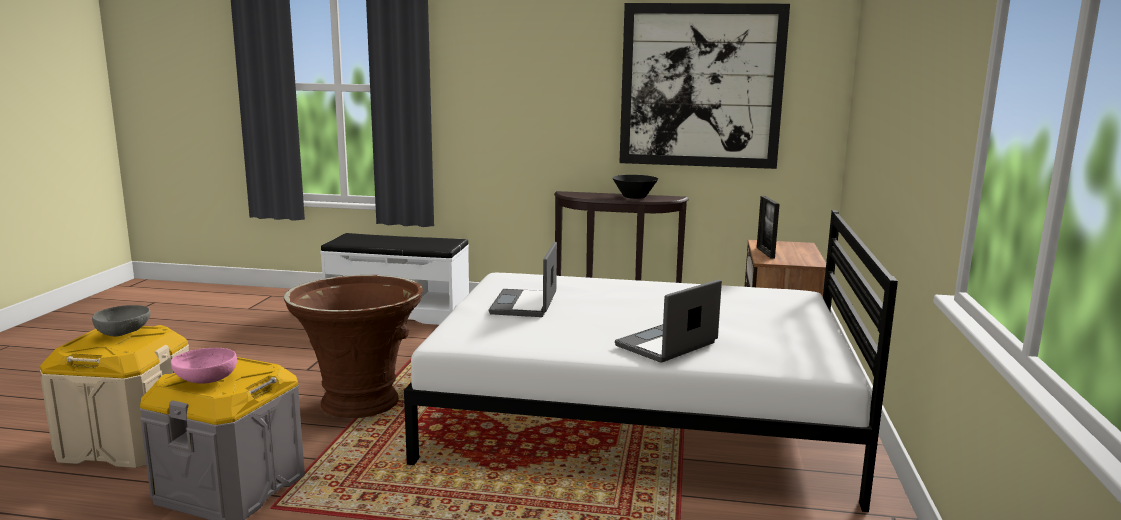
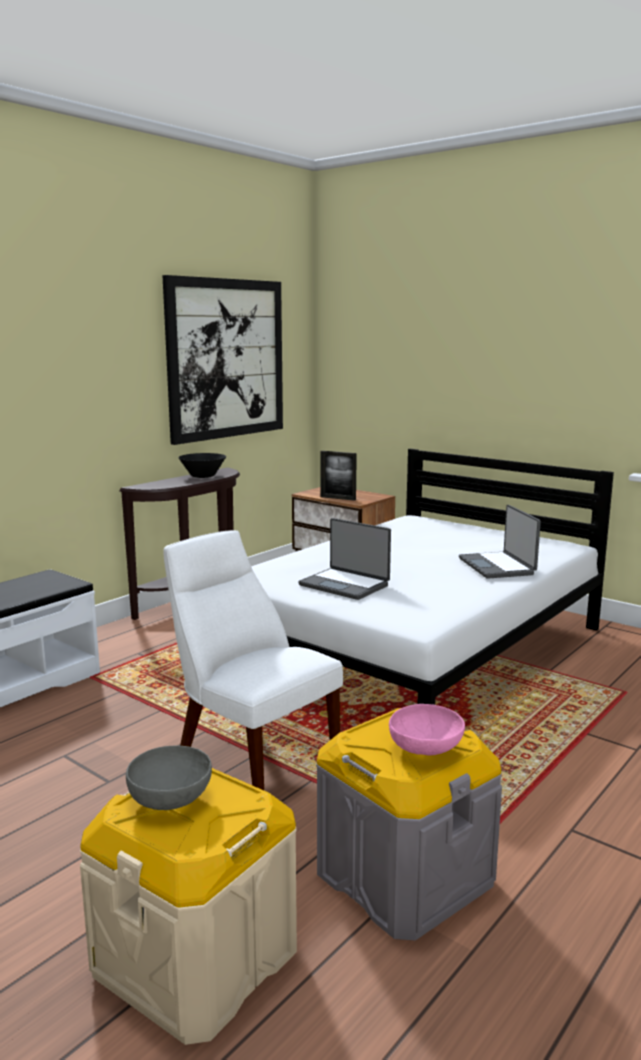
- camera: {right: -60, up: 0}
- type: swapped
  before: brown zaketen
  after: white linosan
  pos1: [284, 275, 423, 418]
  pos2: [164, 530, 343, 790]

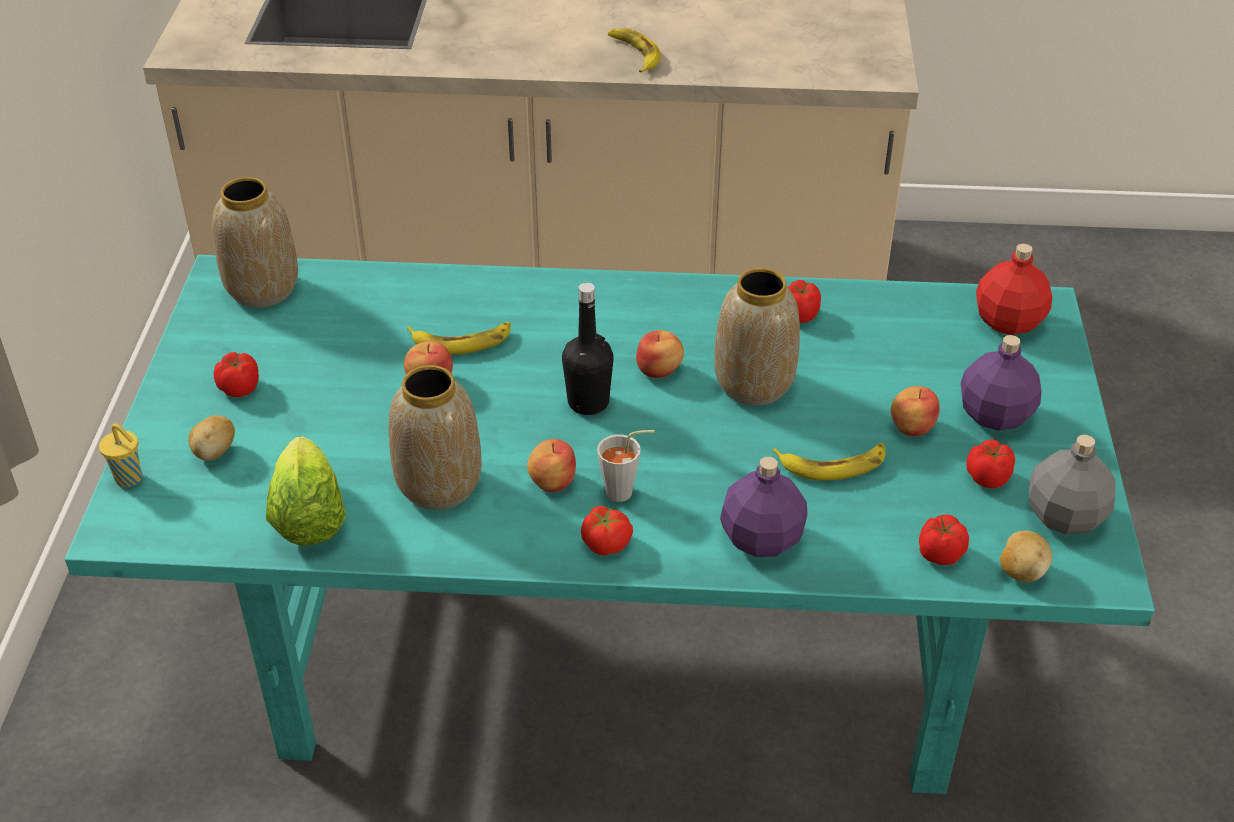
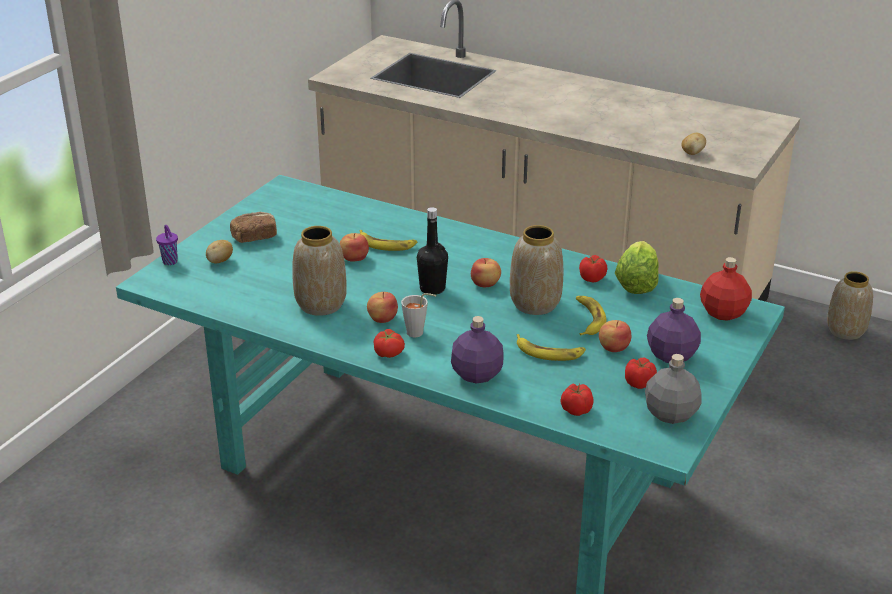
- camera: {right: 25, up: -10}
- type: shifted
  before: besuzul
  pos1: [212, 177, 298, 308]
  pos2: [827, 271, 873, 340]
- type: shifted
  before: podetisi
  pos1: [266, 436, 345, 546]
  pos2: [615, 241, 659, 294]
- type: shifted
  before: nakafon
  pos1: [608, 28, 661, 73]
  pos2: [576, 296, 607, 336]
- type: shifted
  before: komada
  pos1: [1000, 531, 1052, 582]
  pos2: [681, 133, 706, 155]
- type: swapped
  before: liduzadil
  after: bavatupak
  pos1: [214, 352, 259, 397]
  pos2: [230, 212, 277, 243]
- type: repainted
  before: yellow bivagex
  after: purple bivagex
  pos1: [99, 423, 142, 487]
  pos2: [156, 225, 178, 265]

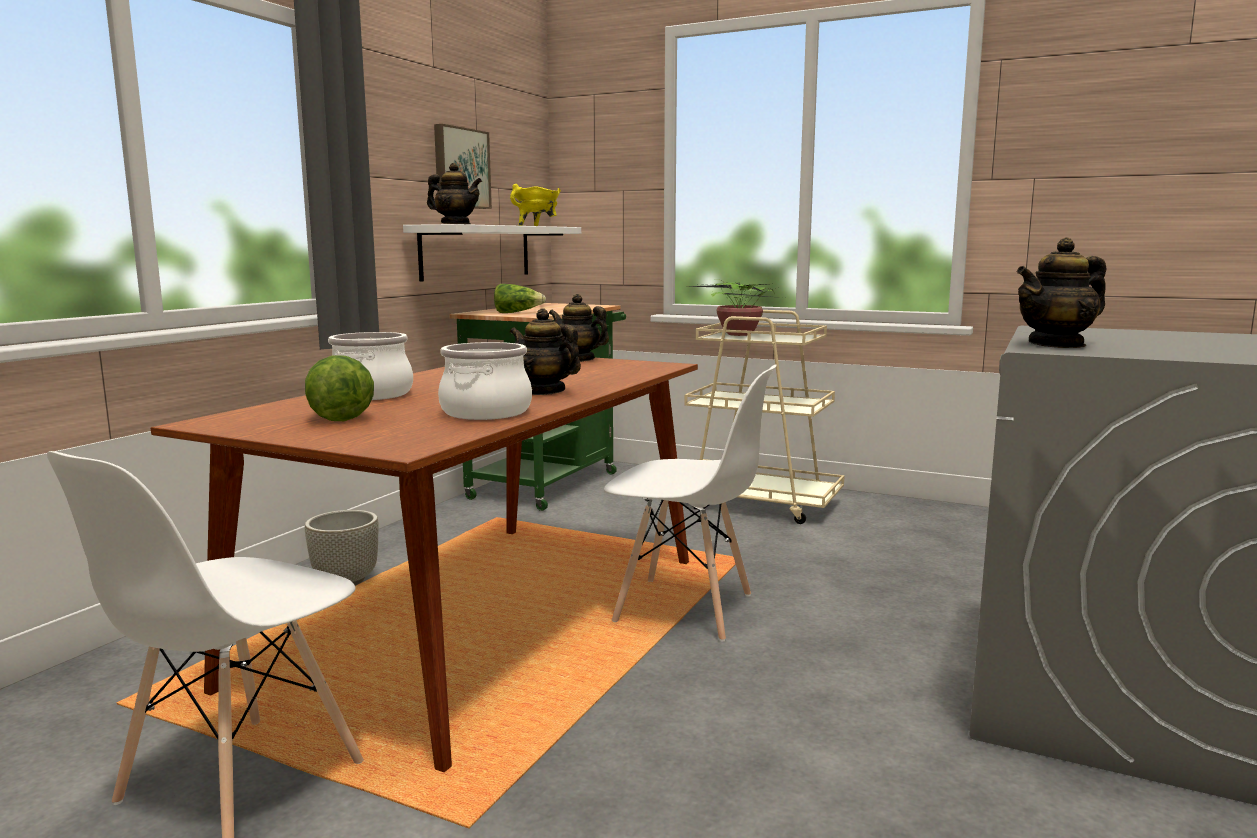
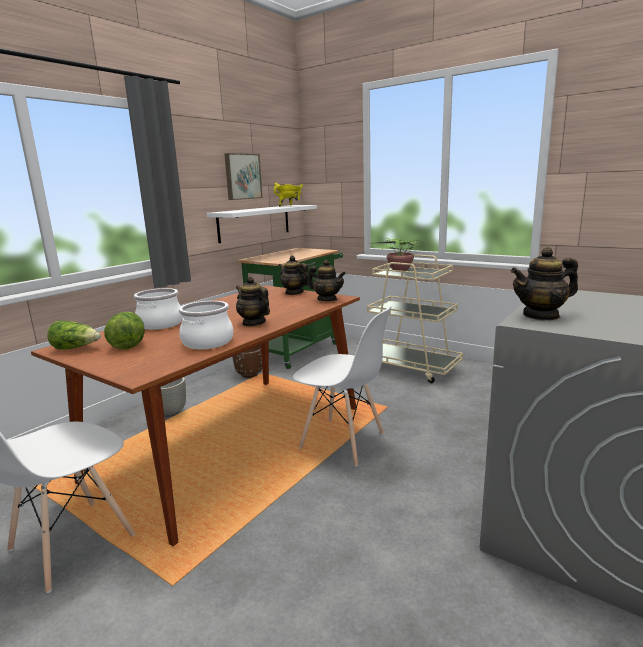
- camera: {right: 10, up: 5}
- type: new
  after: brown zaketen
  pos2: [232, 345, 262, 378]
- type: shifted
  before: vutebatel
  pos1: [427, 163, 482, 224]
  pos2: [308, 260, 346, 301]
- type: shifted
  before: podetisi
  pos1: [494, 284, 546, 313]
  pos2: [47, 320, 101, 350]

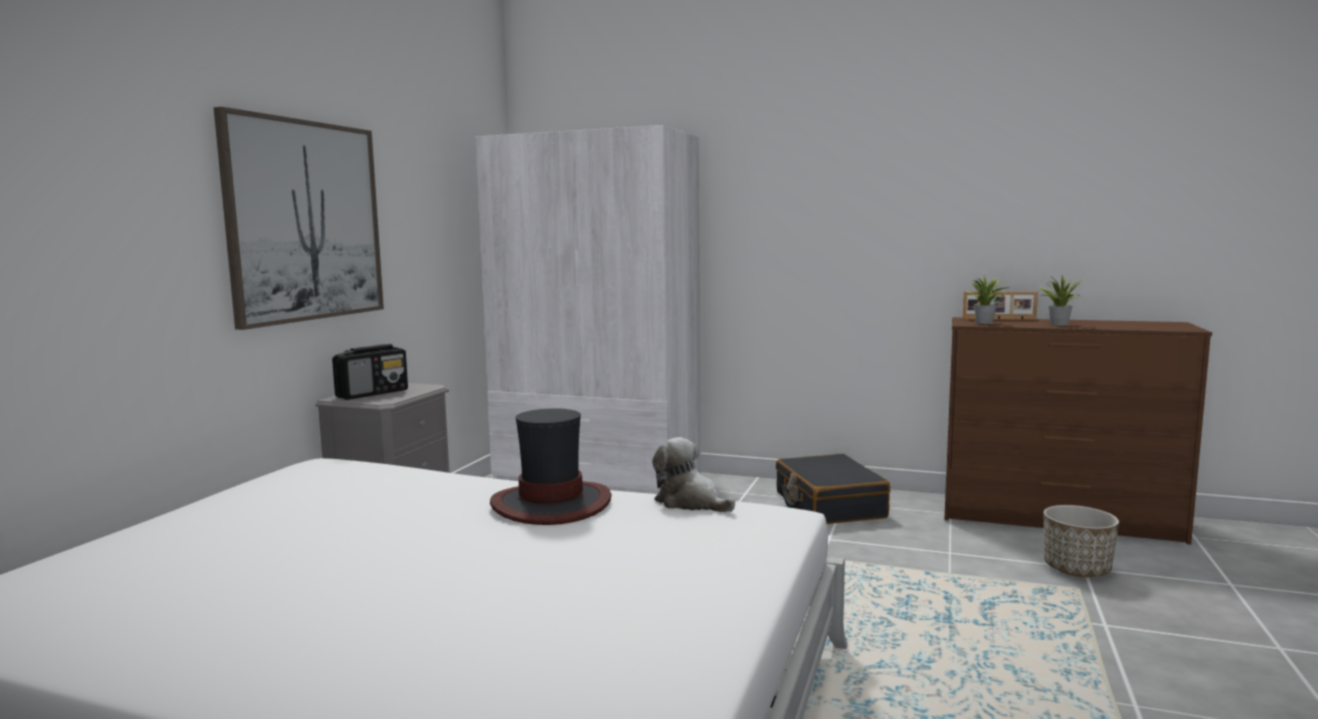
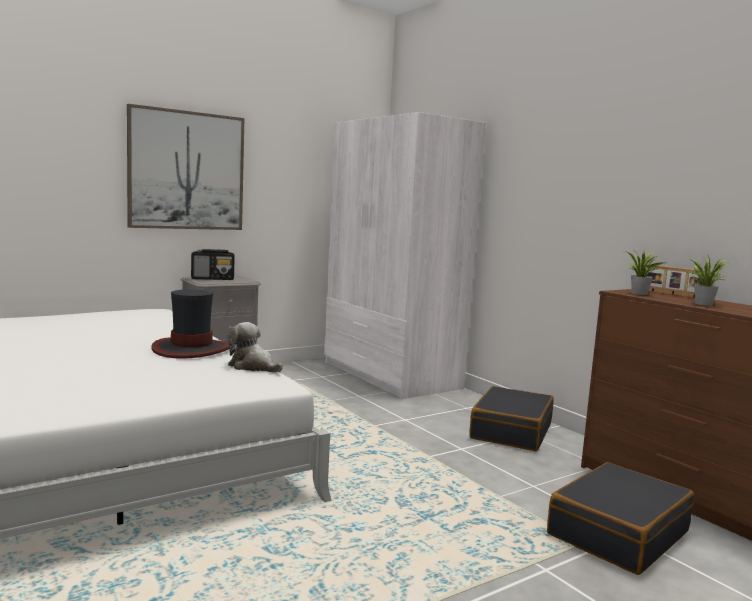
- camera: {right: 35, up: 0}
- type: swapped
  before: zaketen
  after: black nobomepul
  pos1: [1044, 505, 1119, 577]
  pos2: [547, 462, 694, 575]
- type: rotated
  before: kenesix
  pos1: [652, 437, 735, 512]
  pos2: [227, 322, 283, 373]
  turn: -45

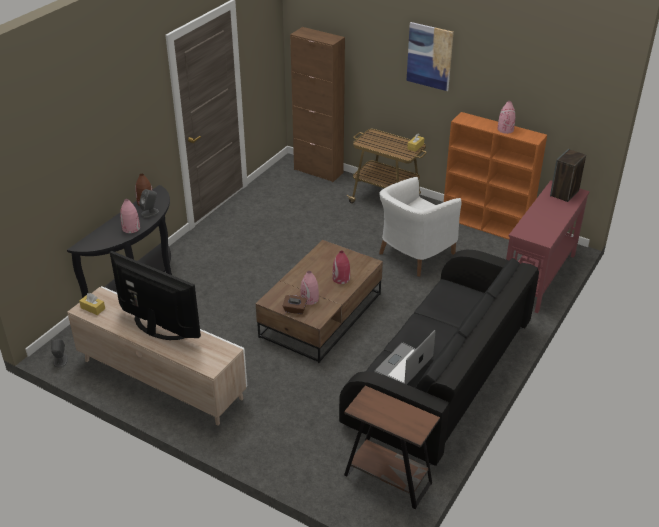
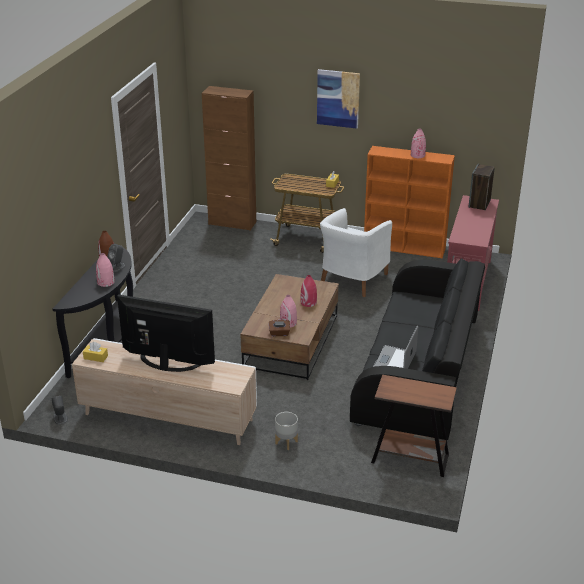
- camera: {right: -15, up: -5}
- type: new
  after: grey zaketen
  pos2: [275, 412, 298, 450]

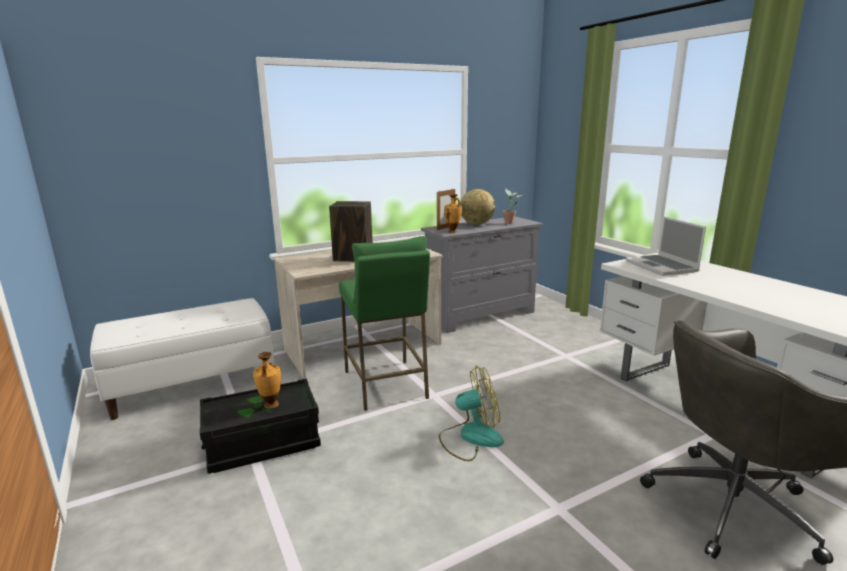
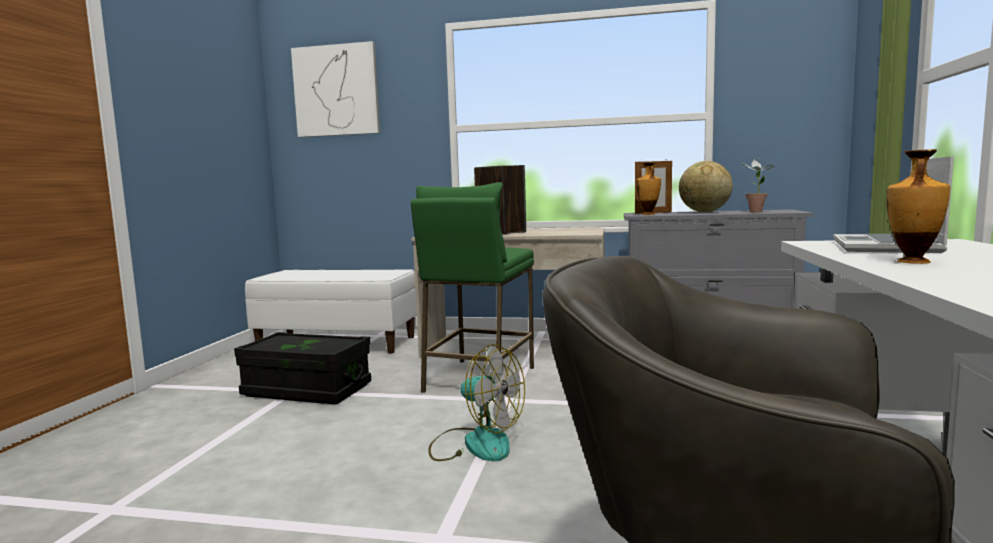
- camera: {right: 40, up: -10}
- type: new
  after: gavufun
  pos2: [291, 41, 380, 137]
- type: shifted
  before: besuzul
  pos1: [253, 352, 281, 408]
  pos2: [887, 149, 950, 264]

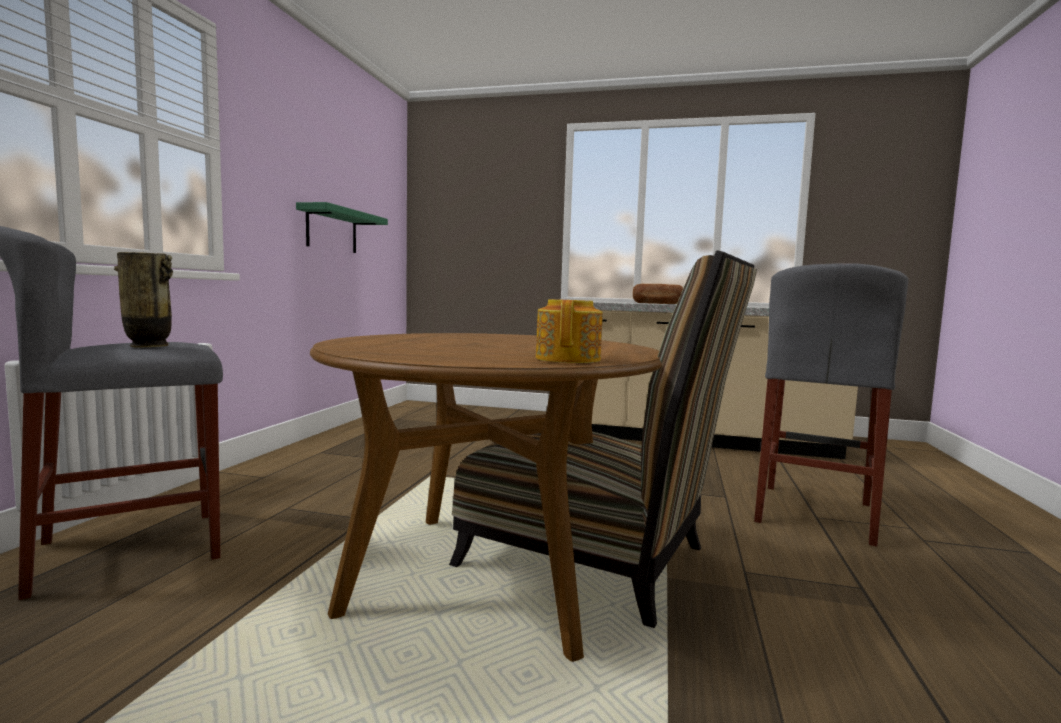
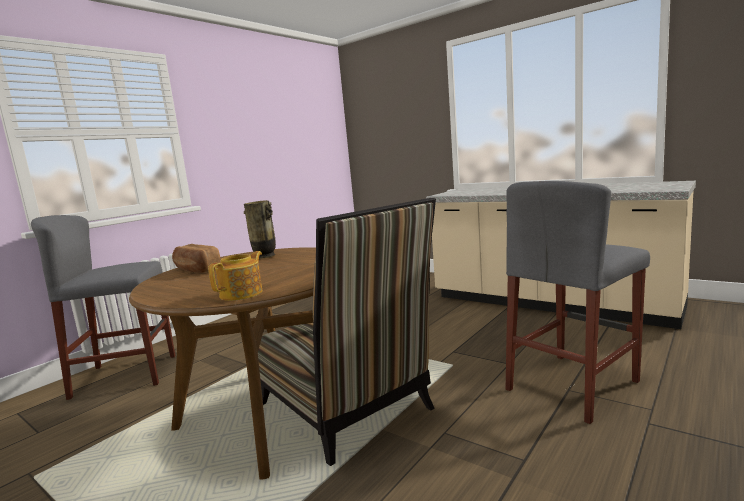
- camera: {right: 25, up: 5}
- type: gone
  before: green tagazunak
  pos1: [296, 202, 388, 253]
- type: shifted
  before: besuzul
  pos1: [114, 252, 173, 348]
  pos2: [244, 200, 276, 259]
- type: shifted
  before: bavatupak
  pos1: [633, 284, 683, 304]
  pos2: [172, 244, 221, 273]

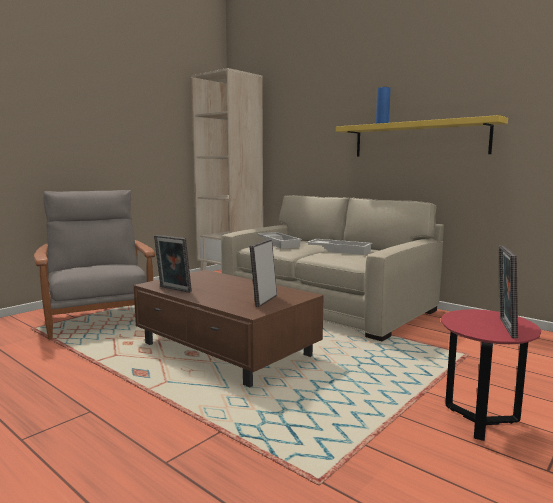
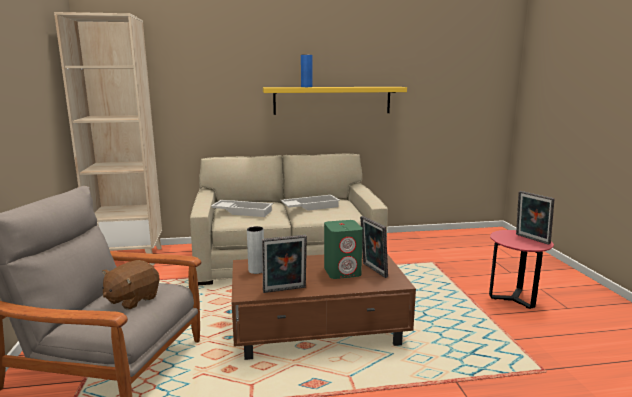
- camera: {right: -50, up: 5}
- type: new
  after: brown kenesix
  pos2: [102, 260, 159, 310]
- type: new
  after: grey besuzul
  pos2: [247, 226, 264, 274]
- type: new
  after: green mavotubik
  pos2: [324, 220, 363, 279]

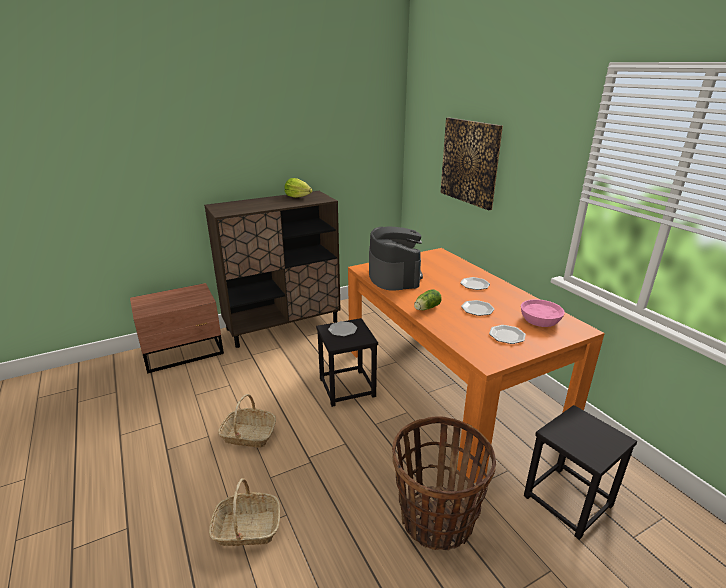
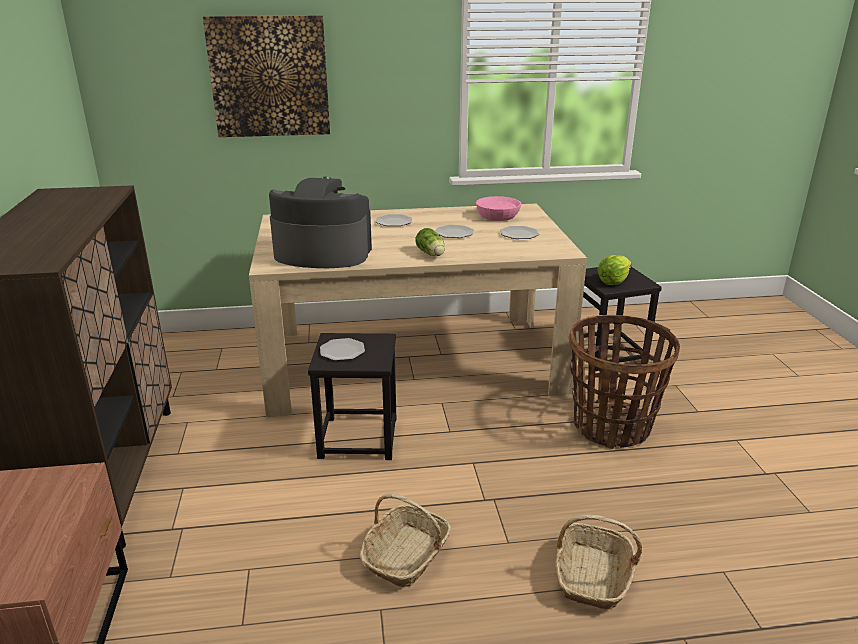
- camera: {right: -70, up: 0}
- type: shifted
  before: podetisi
  pos1: [285, 178, 312, 198]
  pos2: [597, 255, 631, 285]
- type: repainted
  before: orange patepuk
  after: beige patepuk
  pos1: [348, 248, 605, 483]
  pos2: [249, 203, 587, 417]

